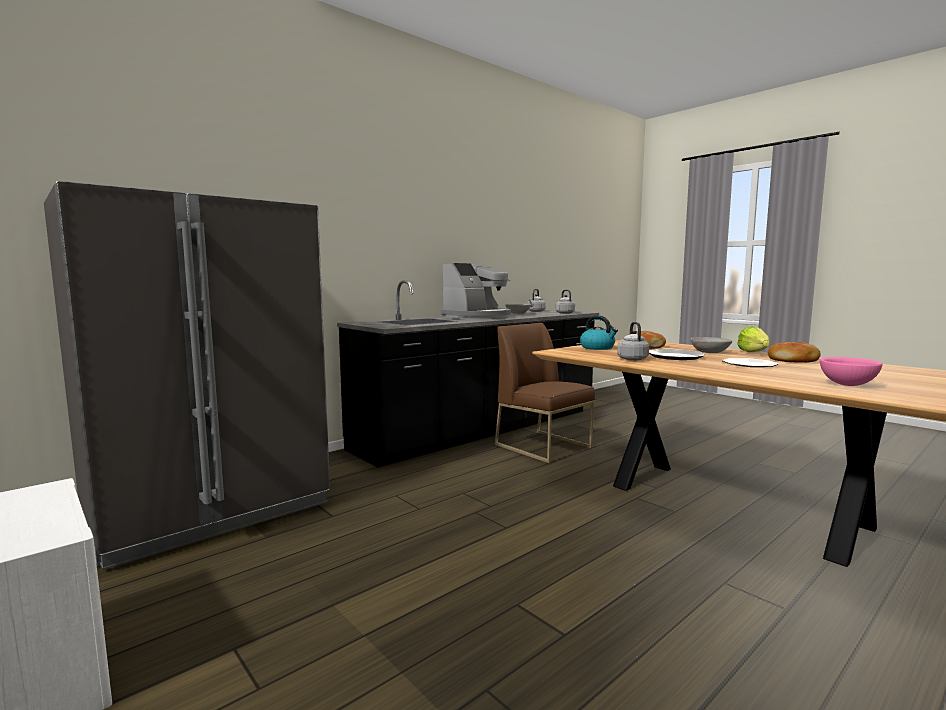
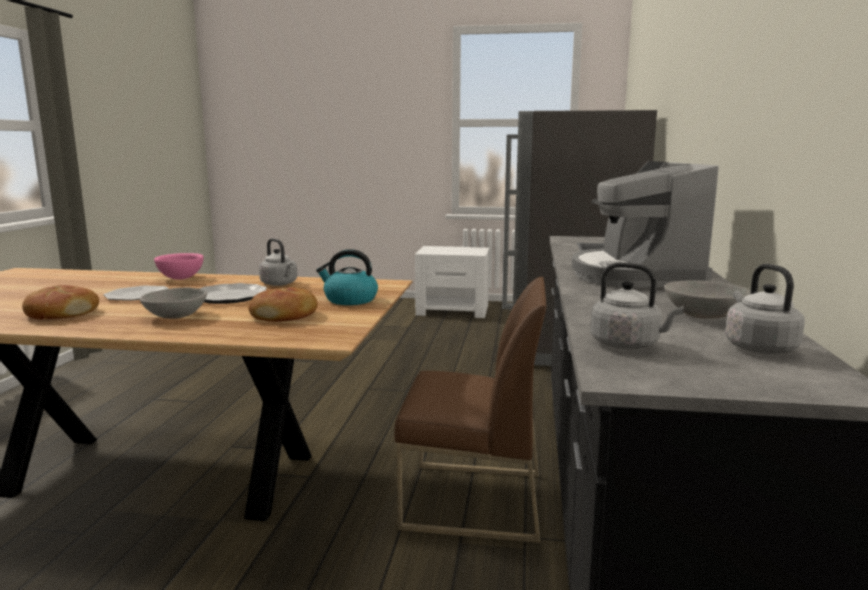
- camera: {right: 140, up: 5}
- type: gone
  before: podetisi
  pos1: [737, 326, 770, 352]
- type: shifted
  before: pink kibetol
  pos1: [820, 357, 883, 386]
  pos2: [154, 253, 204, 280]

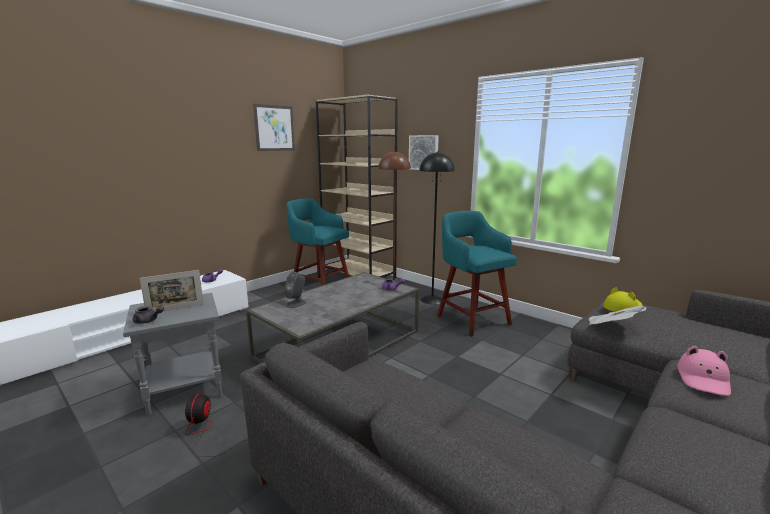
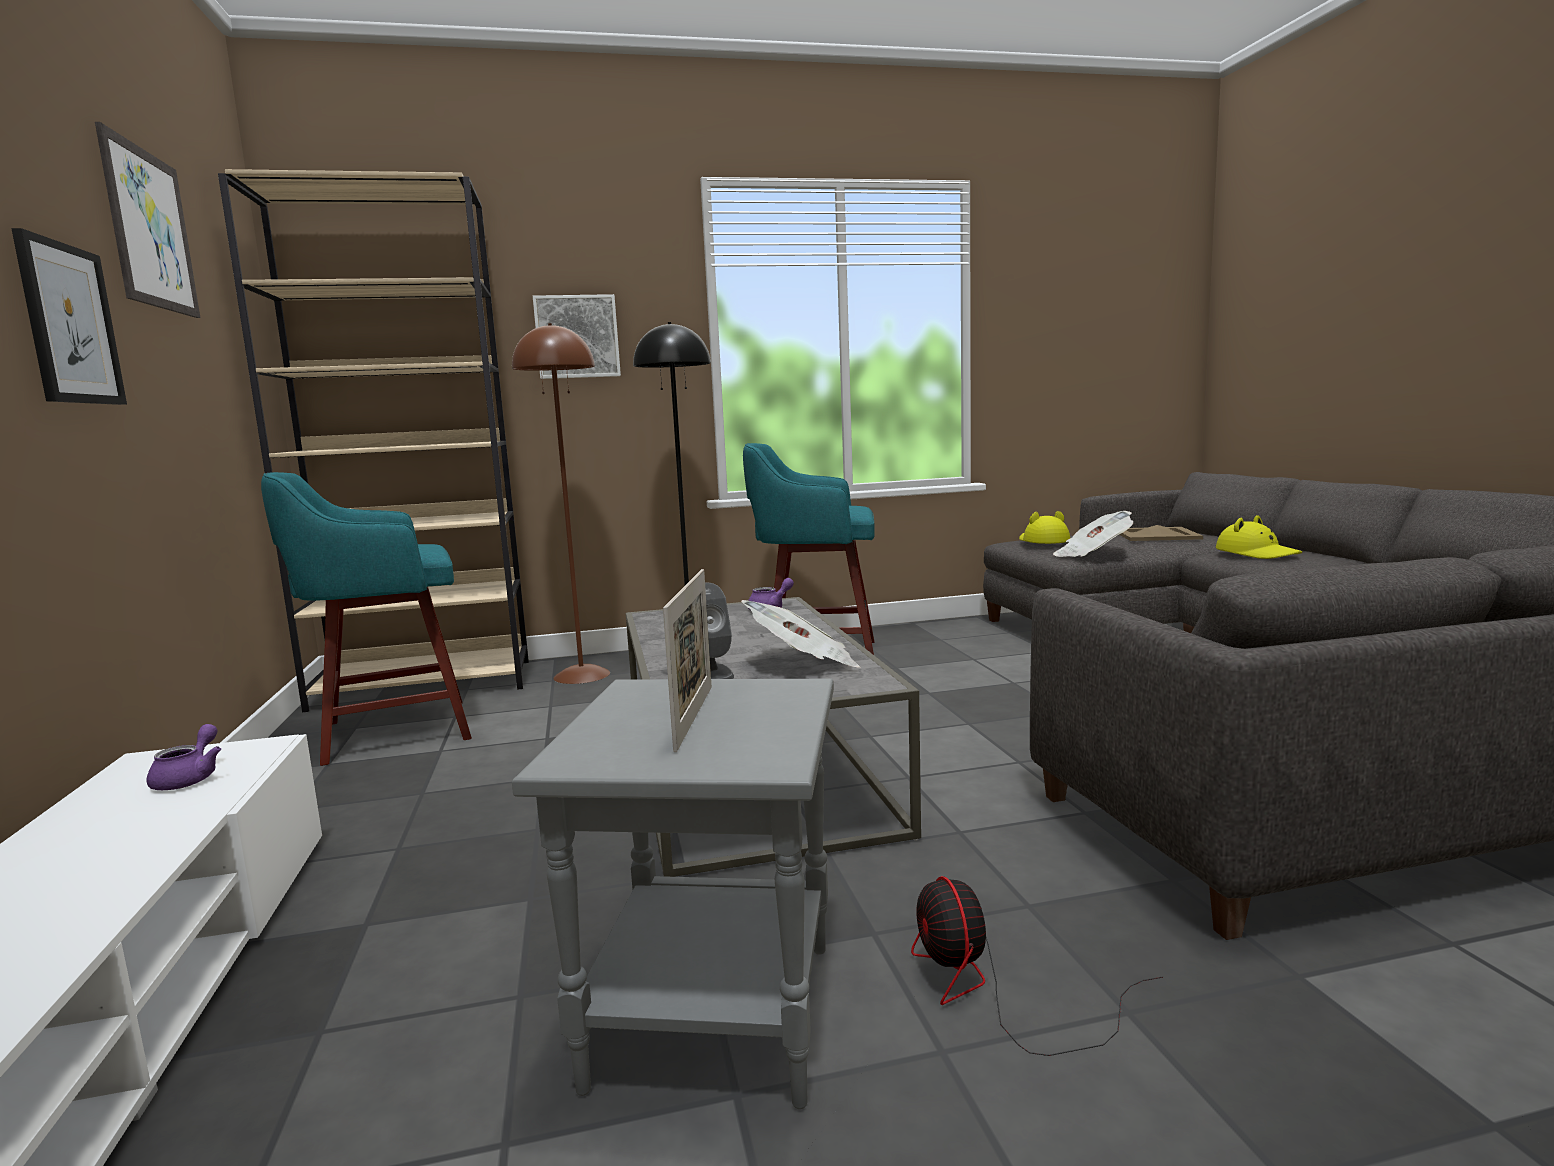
- camera: {right: -55, up: -5}
- type: gone
  before: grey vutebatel
  pos1: [132, 306, 164, 324]
- type: new
  after: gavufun
  pos2: [11, 228, 127, 405]
- type: new
  after: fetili
  pos2: [741, 600, 862, 668]
- type: new
  after: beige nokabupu
  pos2: [1119, 525, 1203, 541]
- type: repainted
  before: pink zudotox
  after: yellow zudotox
  pos1: [678, 346, 731, 396]
  pos2: [1216, 515, 1302, 559]
- type: rotated
  before: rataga
  pos1: [185, 393, 248, 457]
  pos2: [911, 876, 1163, 1056]
  turn: 45

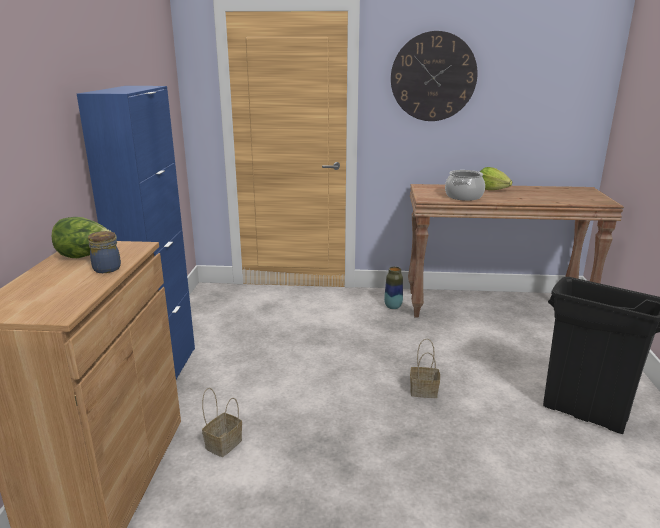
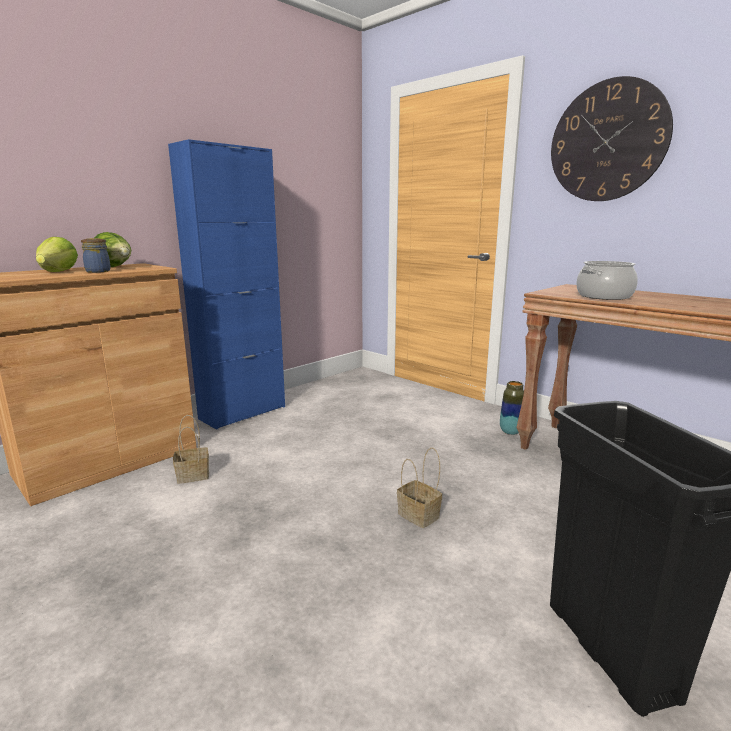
- camera: {right: 40, up: -5}
- type: shifted
  before: podetisi
  pos1: [480, 167, 512, 190]
  pos2: [36, 237, 78, 272]

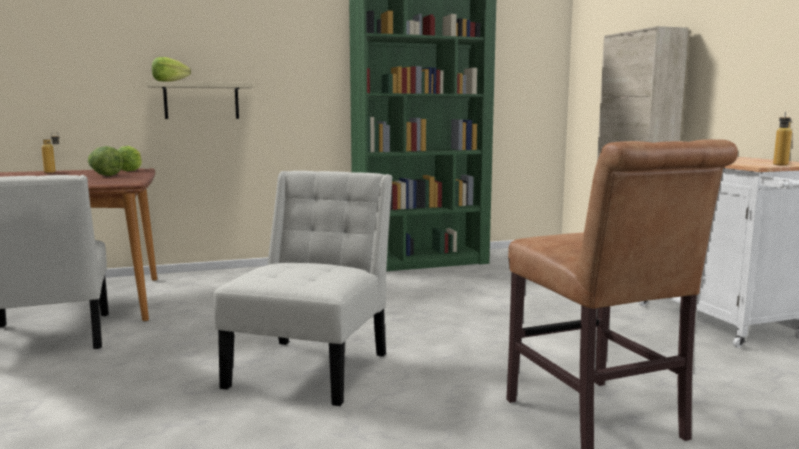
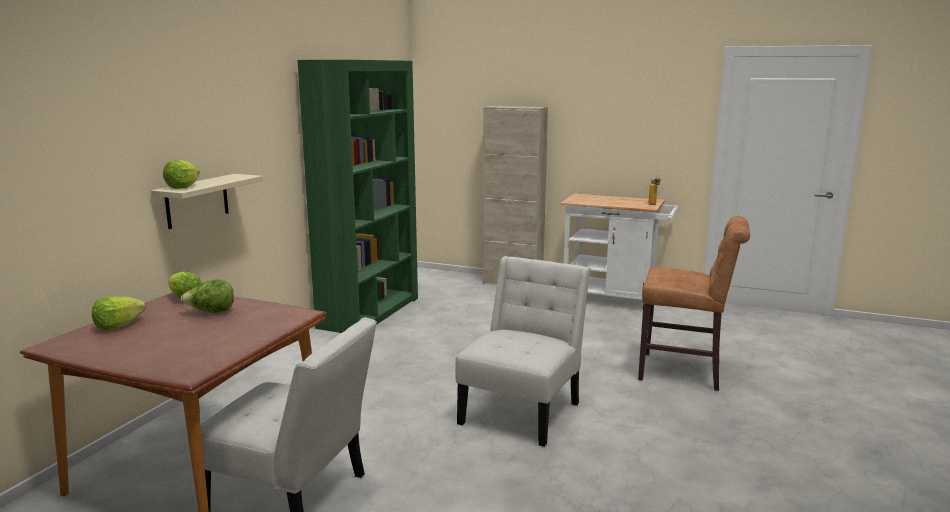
- camera: {right: -50, up: 5}
- type: swapped
  before: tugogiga
  after: podetisi
  pos1: [42, 132, 60, 173]
  pos2: [92, 296, 146, 330]
- type: rotated
  before: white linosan
  pos1: [214, 171, 393, 406]
  pos2: [455, 256, 590, 447]
  turn: 60

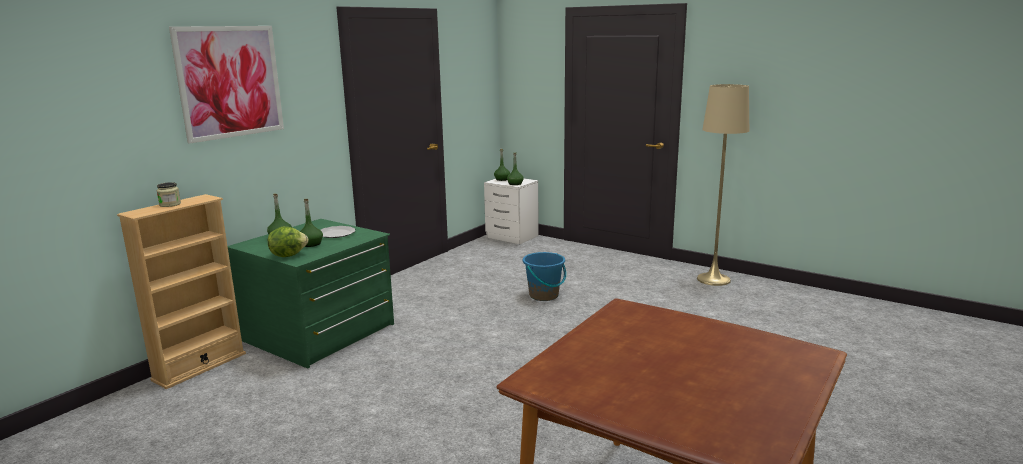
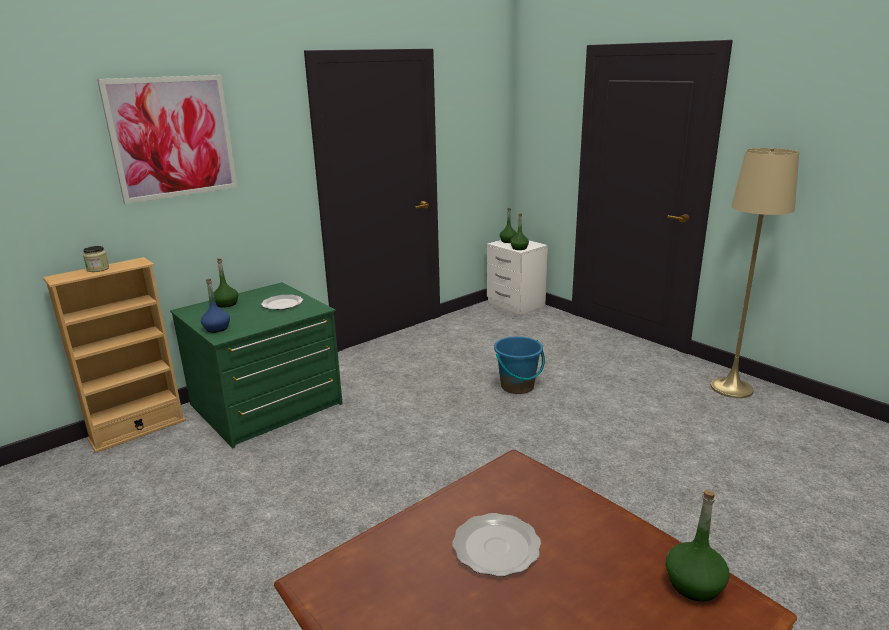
- camera: {right: 15, up: 5}
- type: new
  after: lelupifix
  pos2: [452, 513, 541, 577]
- type: shifted
  before: green tugogiga
  pos1: [300, 199, 323, 247]
  pos2: [666, 490, 729, 602]
- type: swapped
  before: podetisi
  after: blue tugogiga
  pos1: [268, 227, 308, 257]
  pos2: [201, 279, 230, 333]

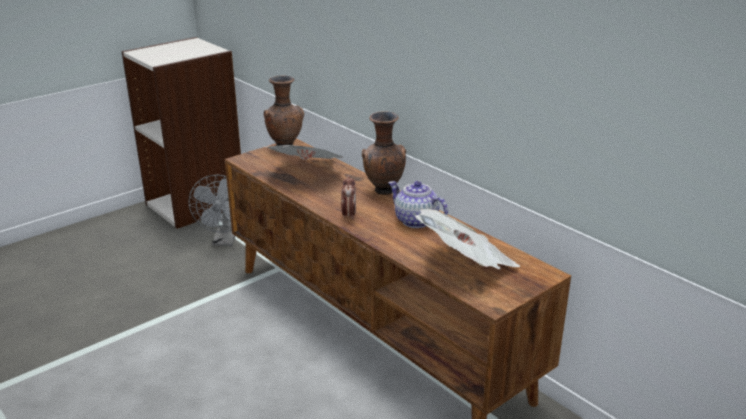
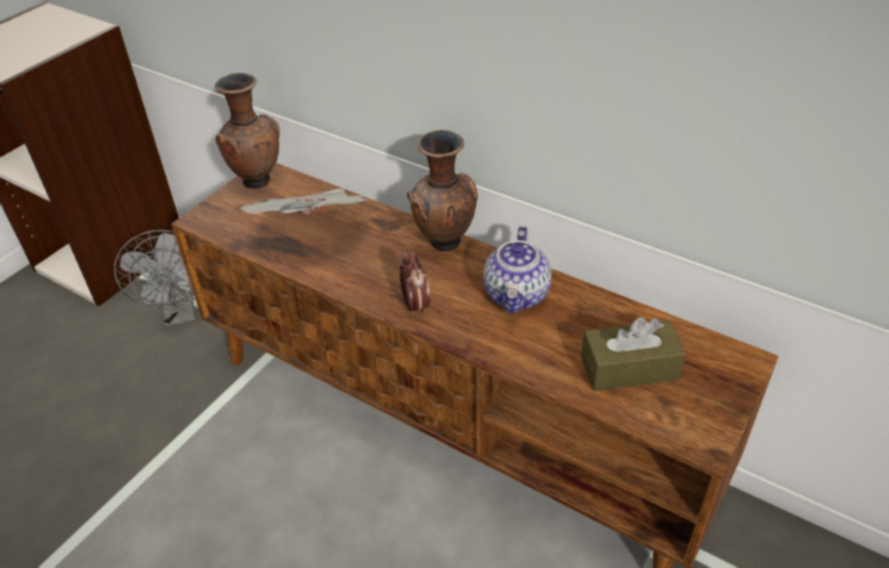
- camera: {right: -15, up: 15}
- type: swapped
  before: fetili
  after: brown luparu
  pos1: [415, 209, 520, 269]
  pos2: [581, 317, 686, 391]
- type: rotated
  before: vutebatel
  pos1: [388, 181, 448, 228]
  pos2: [483, 226, 552, 314]
  turn: -105

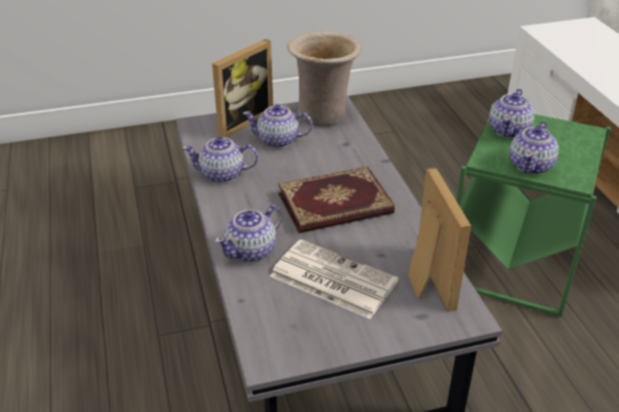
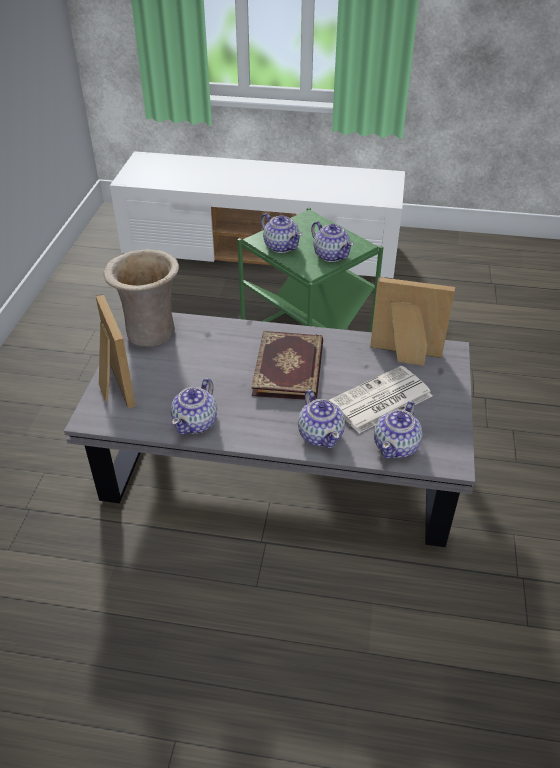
- camera: {right: -65, up: 5}
- type: shifted
  before: vutebatel
  pos1: [243, 104, 313, 148]
  pos2: [374, 401, 422, 459]

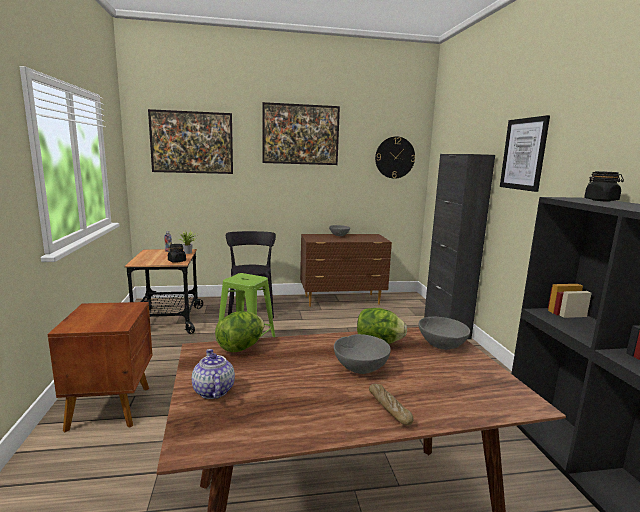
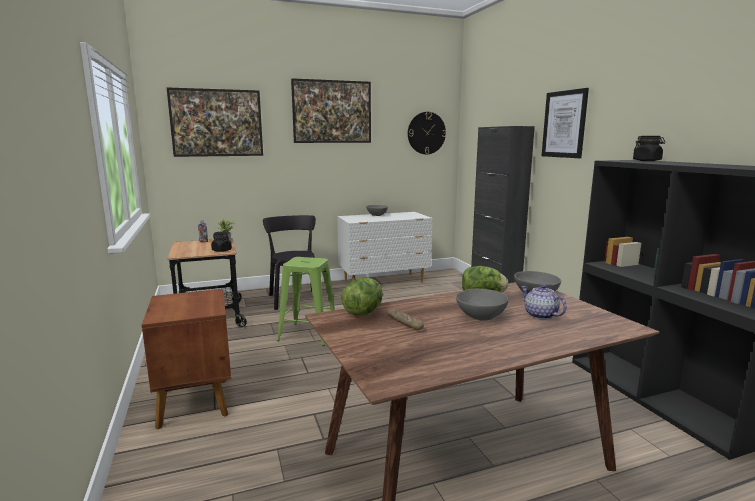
- camera: {right: -10, up: 0}
- type: shifted
  before: vutebatel
  pos1: [192, 349, 235, 399]
  pos2: [521, 285, 567, 319]
- type: shifted
  before: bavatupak
  pos1: [369, 384, 414, 426]
  pos2: [387, 308, 424, 330]
- type: repainted
  before: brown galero
  after: white galero
  pos1: [300, 234, 392, 307]
  pos2: [337, 212, 433, 283]

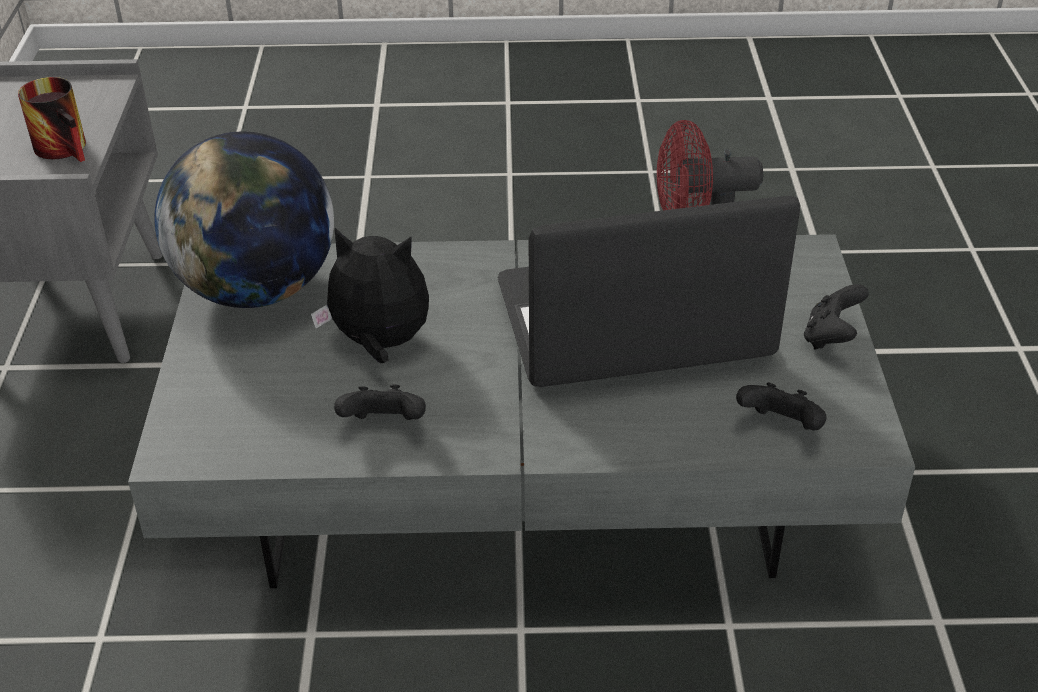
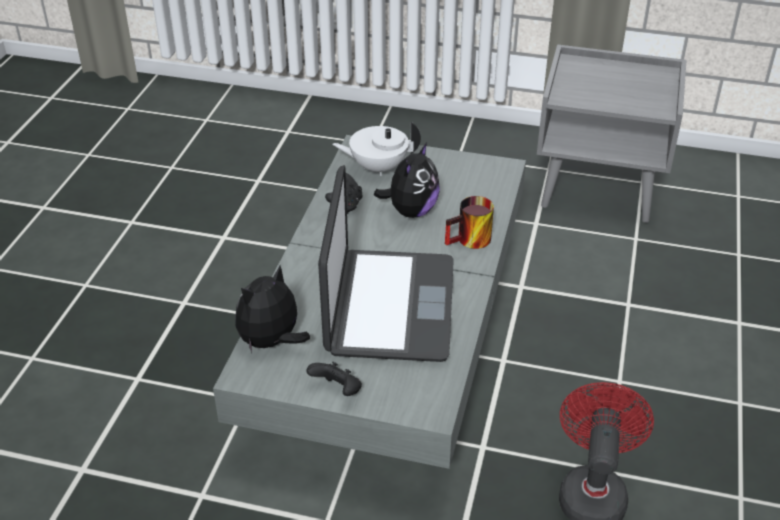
- camera: {right: 105, up: 0}
- type: gone
  before: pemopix
  pos1: [154, 131, 334, 308]
- type: new
  after: white vutebatel
  pos2: [332, 122, 421, 176]
- type: shifted
  before: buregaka
  pos1: [18, 77, 86, 162]
  pos2: [445, 196, 494, 249]
- type: swapped
  before: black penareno
  after: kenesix
  pos1: [736, 383, 827, 431]
  pos2: [235, 265, 310, 353]

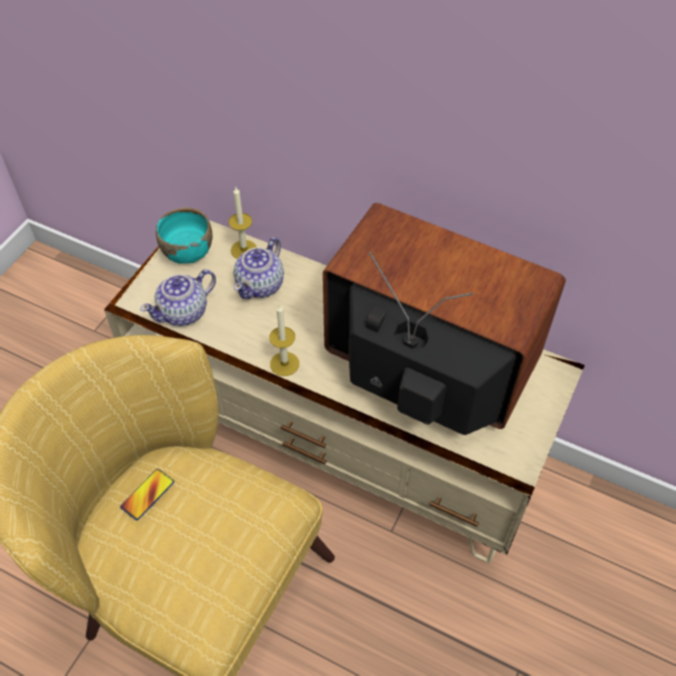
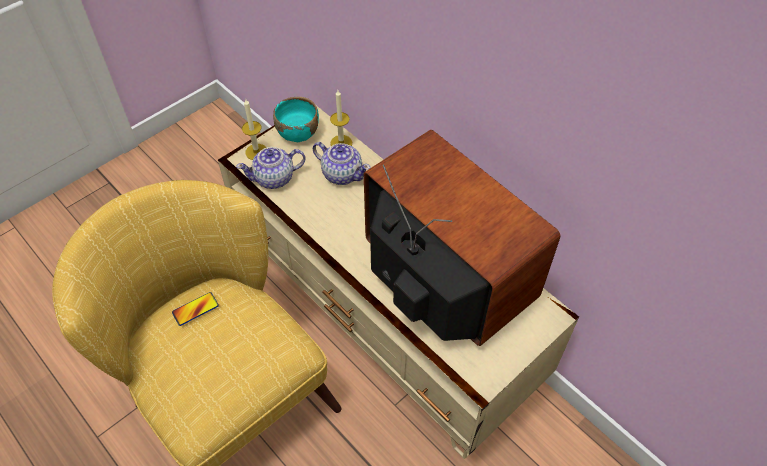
- camera: {right: 20, up: 0}
- type: shifted
  before: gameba
  pos1: [269, 304, 299, 376]
  pos2: [242, 99, 266, 160]
- type: rotated
  before: vutebatel
  pos1: [234, 237, 284, 299]
  pos2: [313, 142, 370, 185]
  turn: -105

